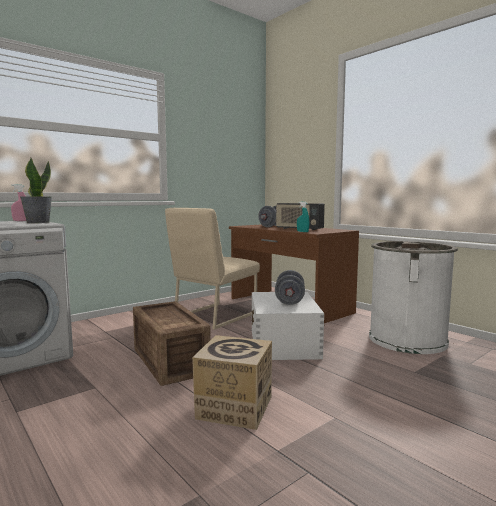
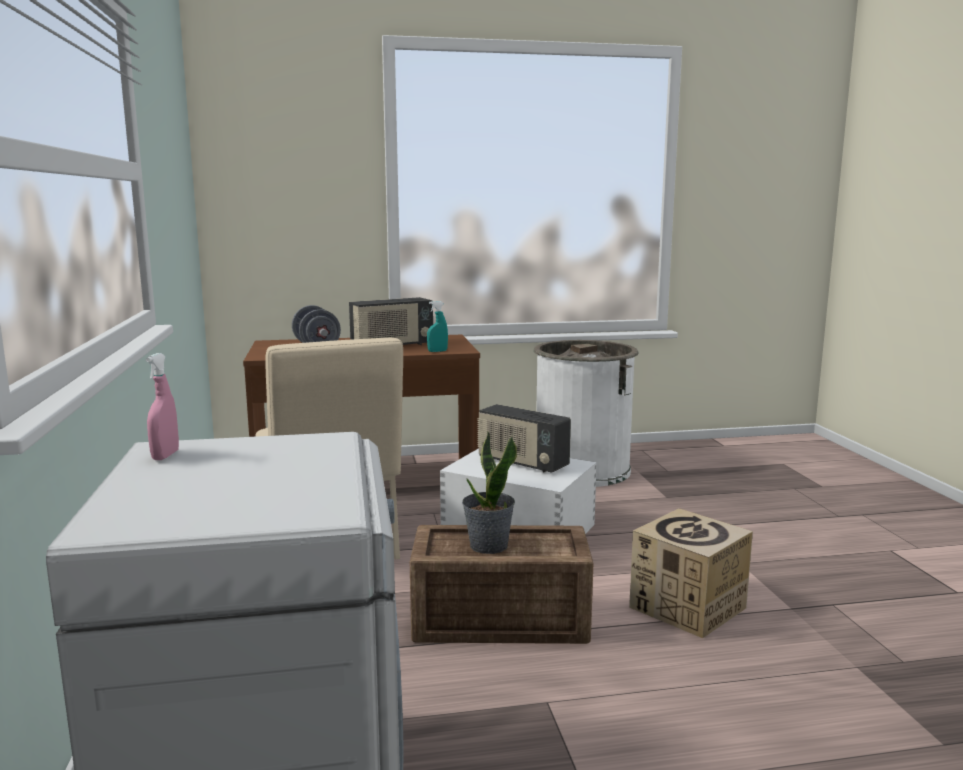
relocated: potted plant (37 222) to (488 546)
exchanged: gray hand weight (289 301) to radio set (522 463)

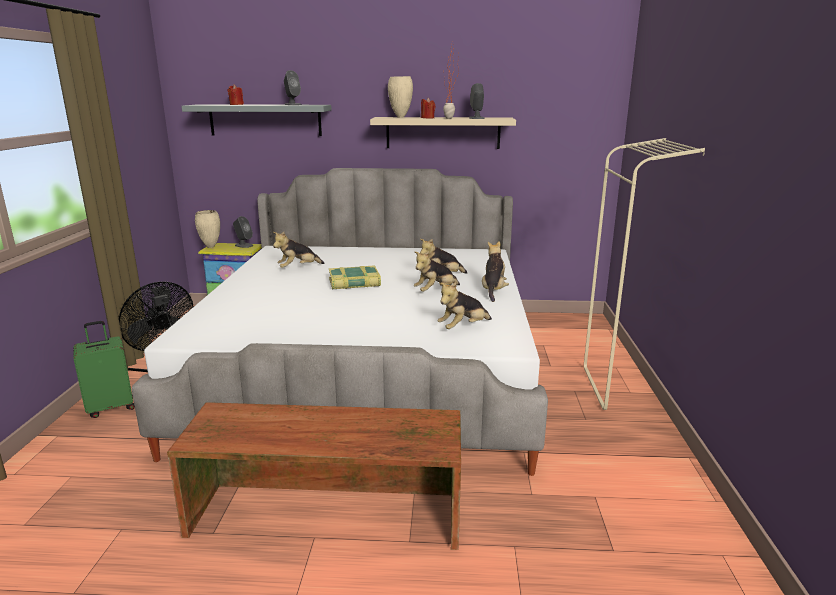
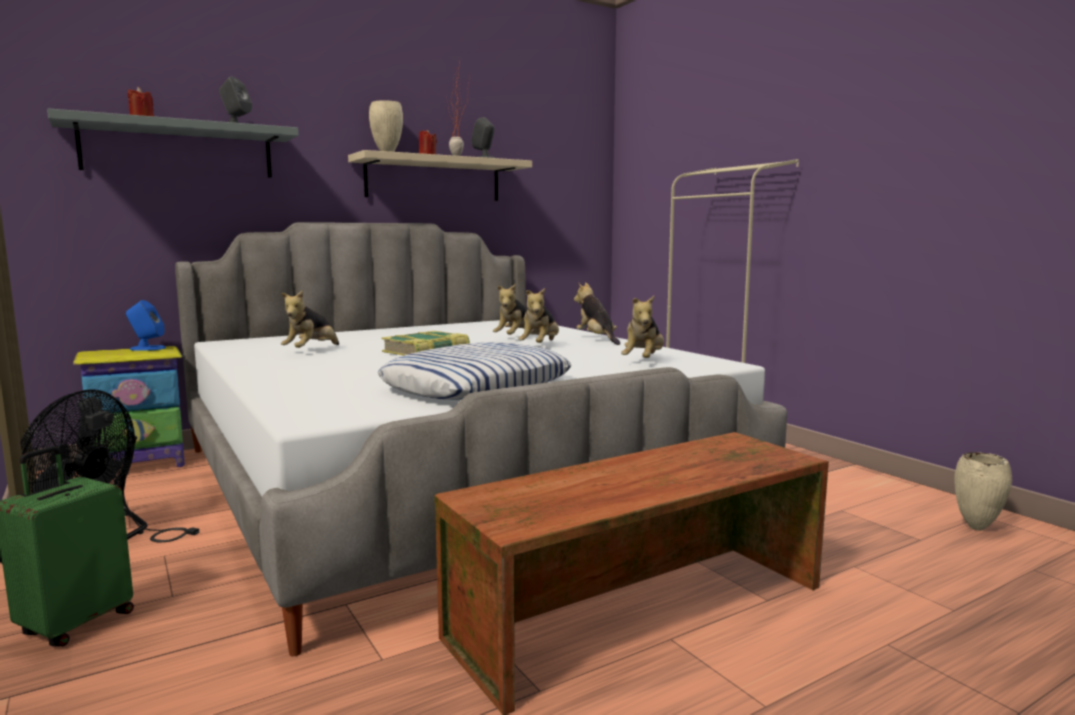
appeared: cushion (477 385)
relocated: beige vase (210 247) to (977 528)
colour: gray loudspeaker (243 245) to blue loudspeaker (147 348)

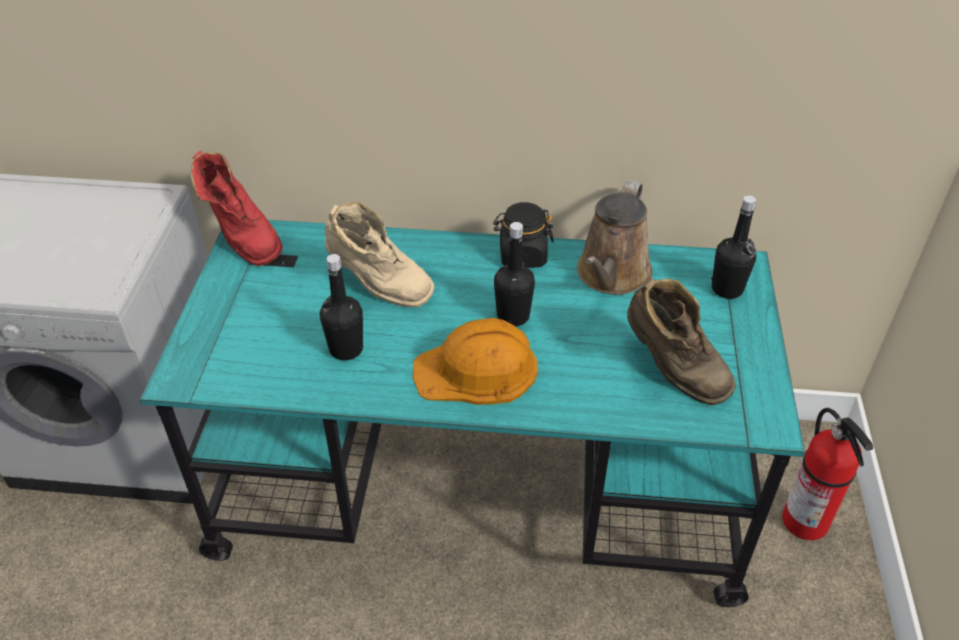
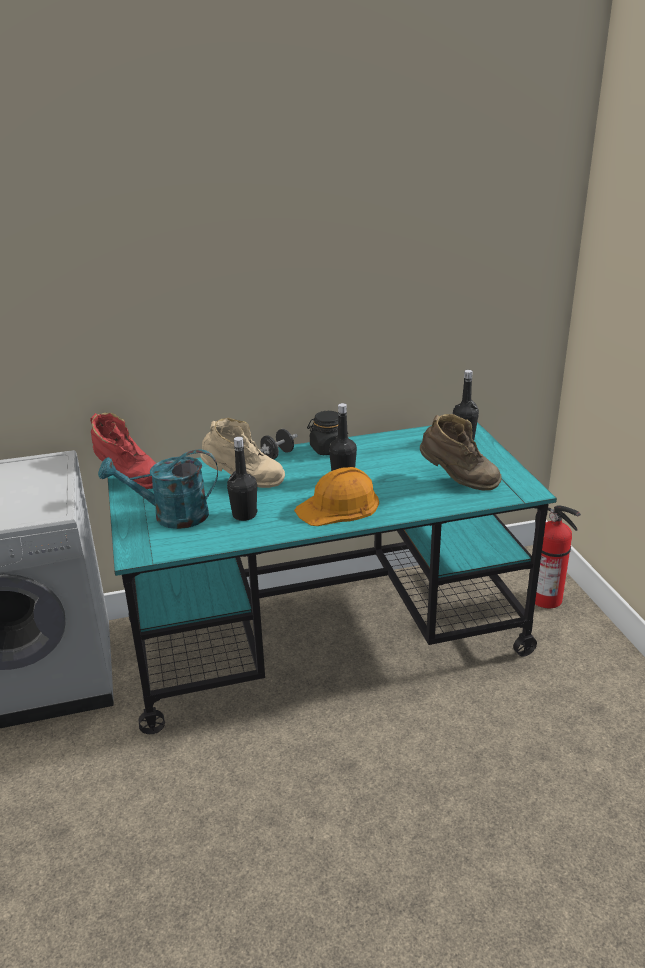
missing: brown-coloured watering pot (611 275)
appeared: black-coloured hand weight (277 455); blue-green watering pot (171 516)

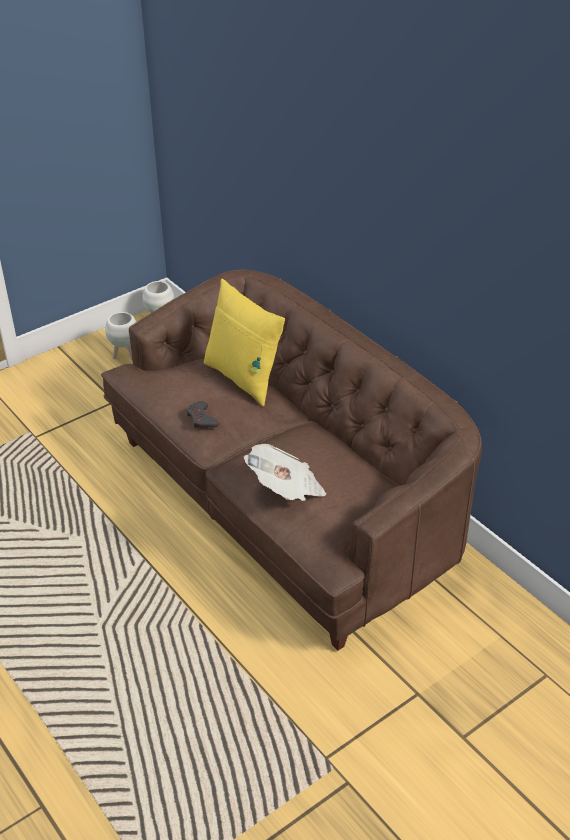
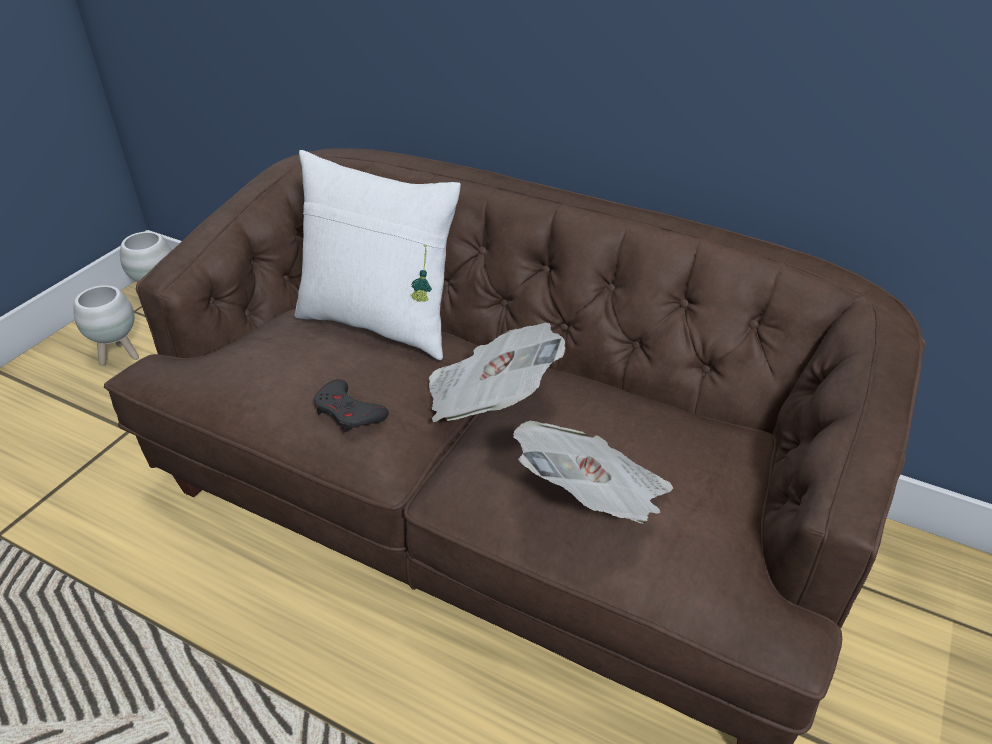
appeared: printed paper (489 399)
colour: yellow-coloured cushion (243 378) to white-coloured cushion (378 325)

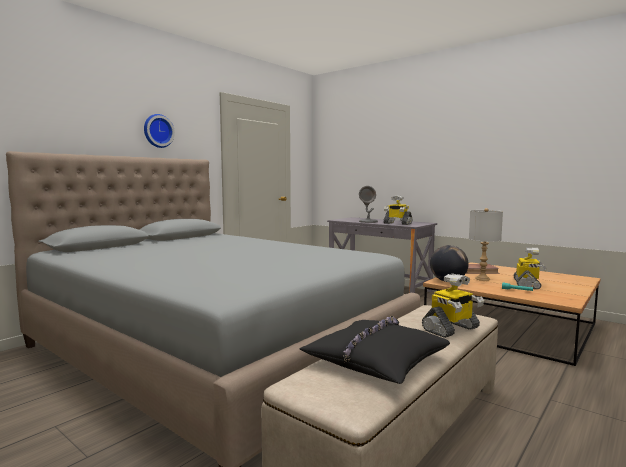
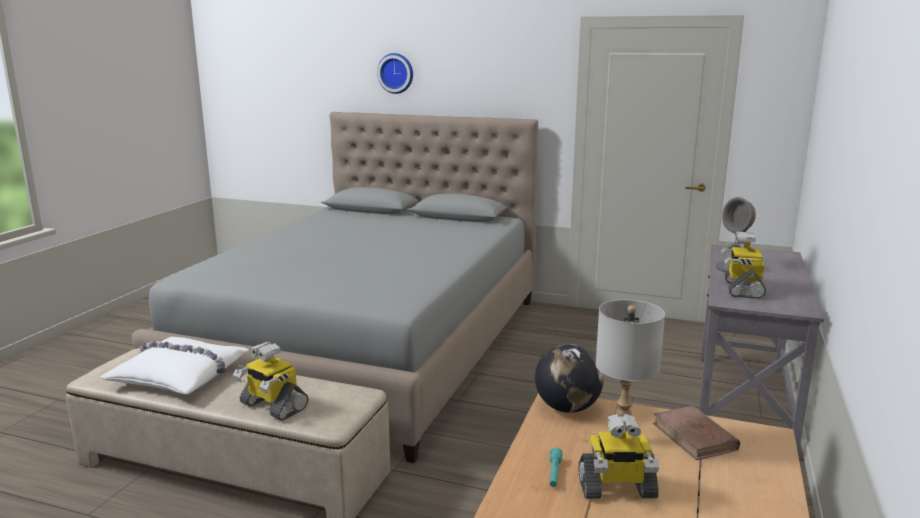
relocated: wall clock (157 131) to (396 73)
colour: black-coloured cushion (375 360) to white-coloured cushion (181 375)

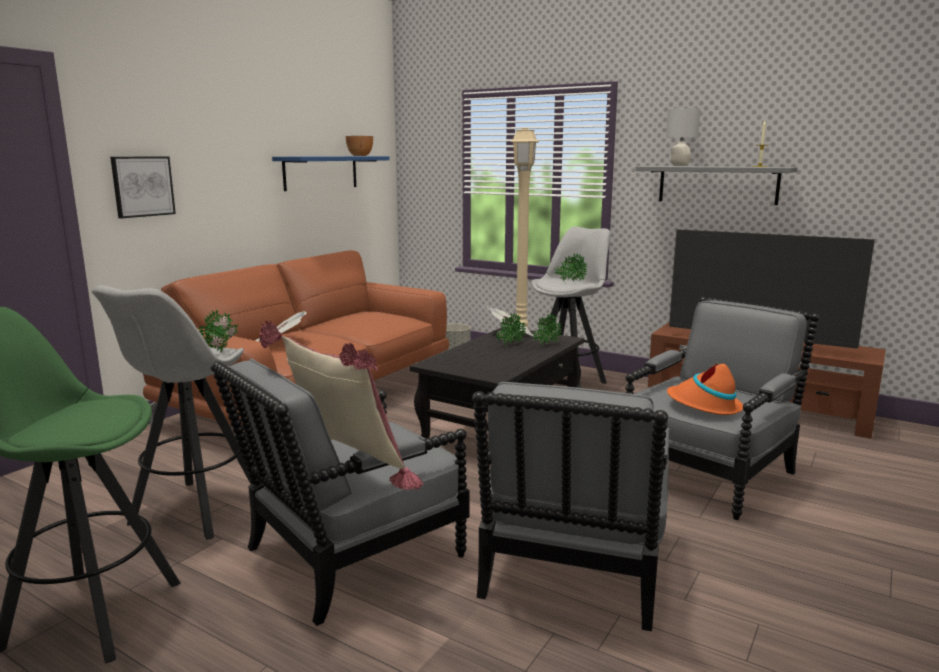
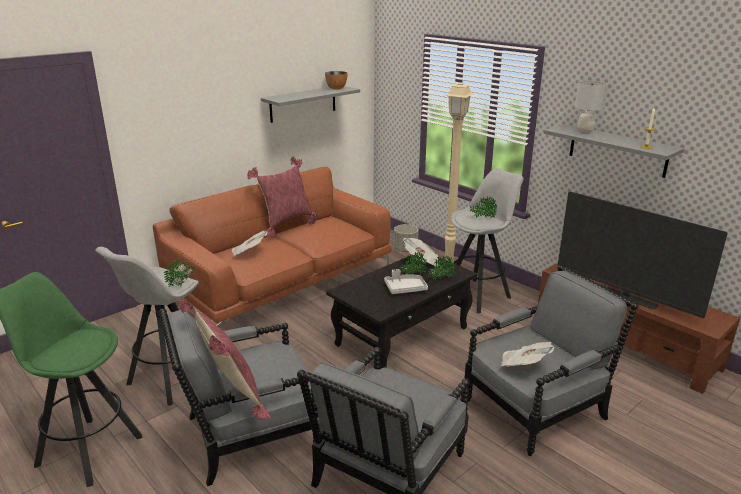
missing: picture (142 186)
appeared: red-coloured cushion (285 228); gray carrying tray (405 288)
exchanged: orange-coloured hat (704 405) to printed paper (523 365)
colour: blue wall shelf (321 172) to gray wall shelf (303 103)

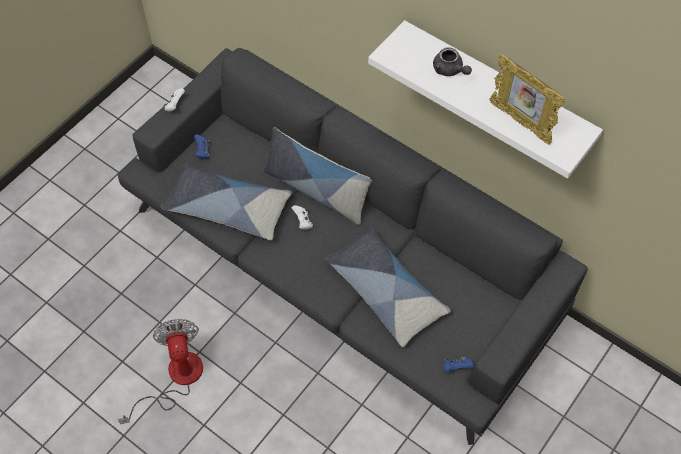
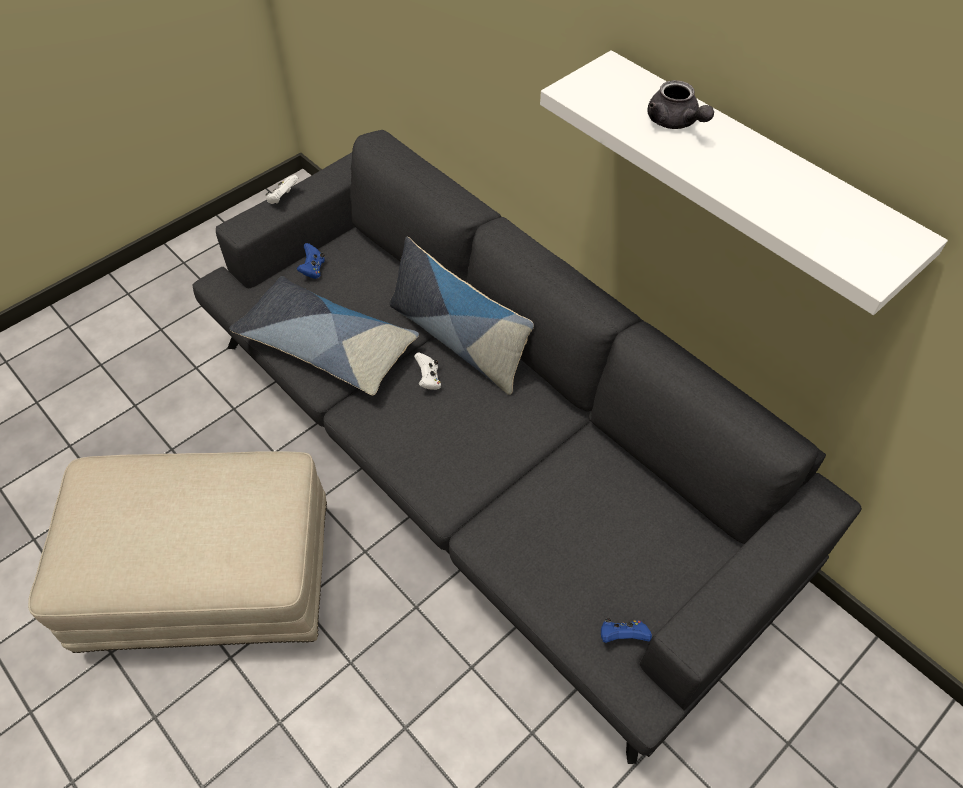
missing: photo frame (520 122); cushion (386 290)
exchanged: fan (176 378) to beige pouffe (210 581)

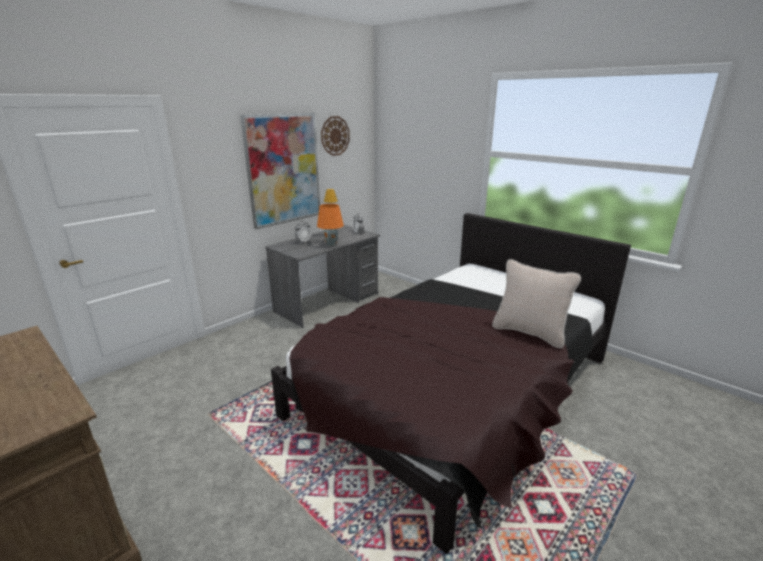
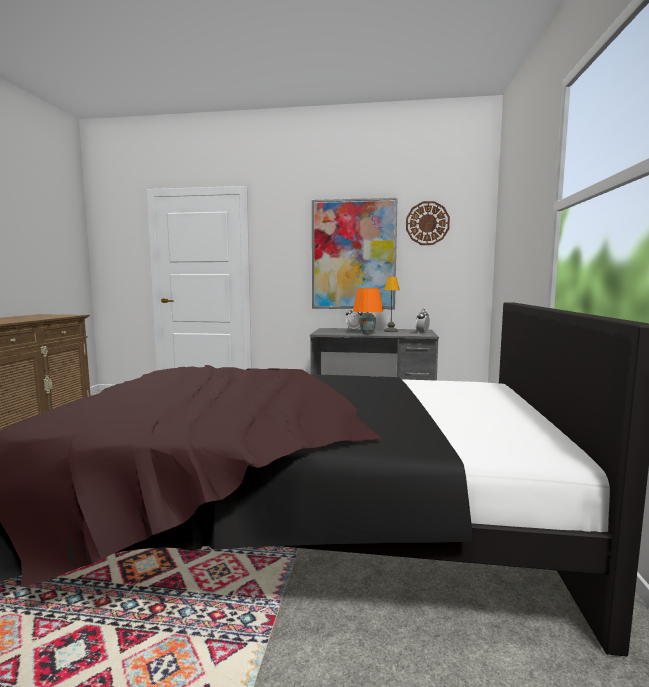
missing: beige cushion (529 333)

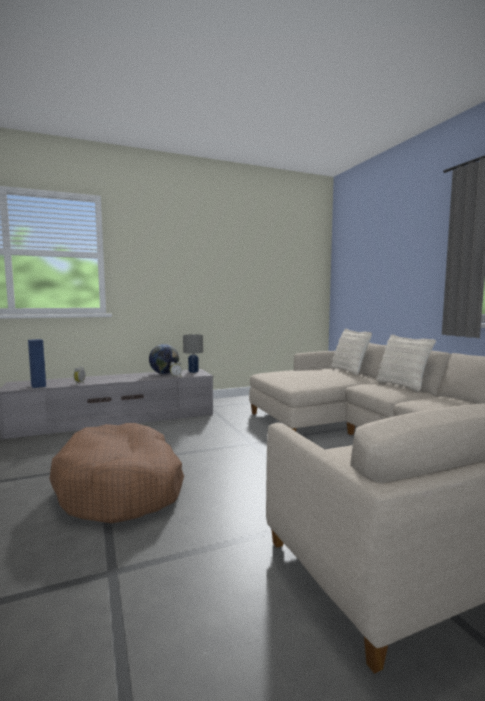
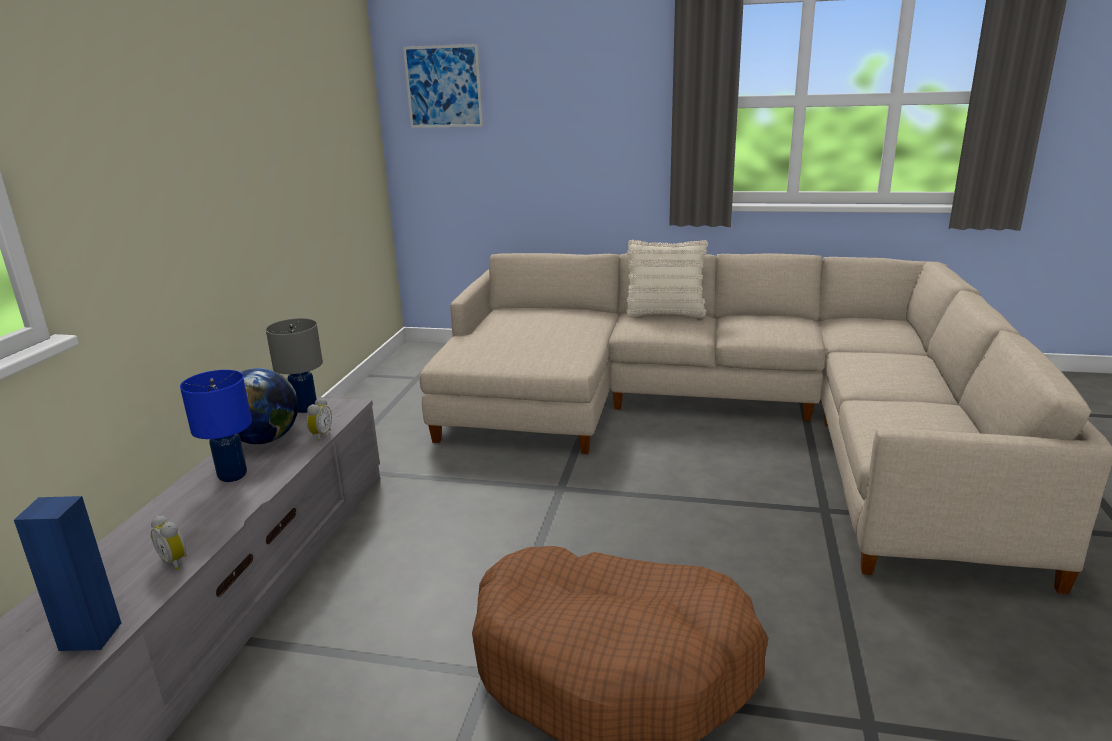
missing: beige cushion (349 371)
appeared: picture (443 86); blue lamp for a table (234 476)

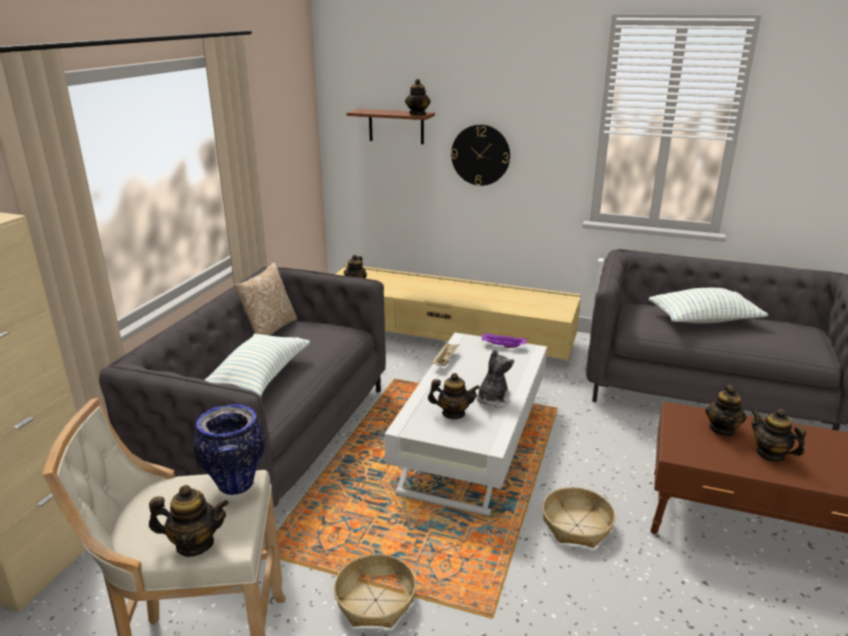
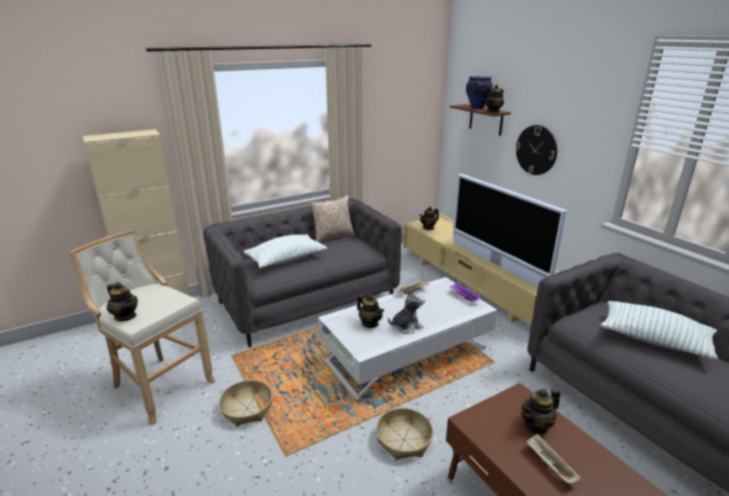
appeared: TV (496 264)
relocated: vase (235 484) to (477 108)
exchanged: tea pot (770 454) to beige carrying tray (549 465)

